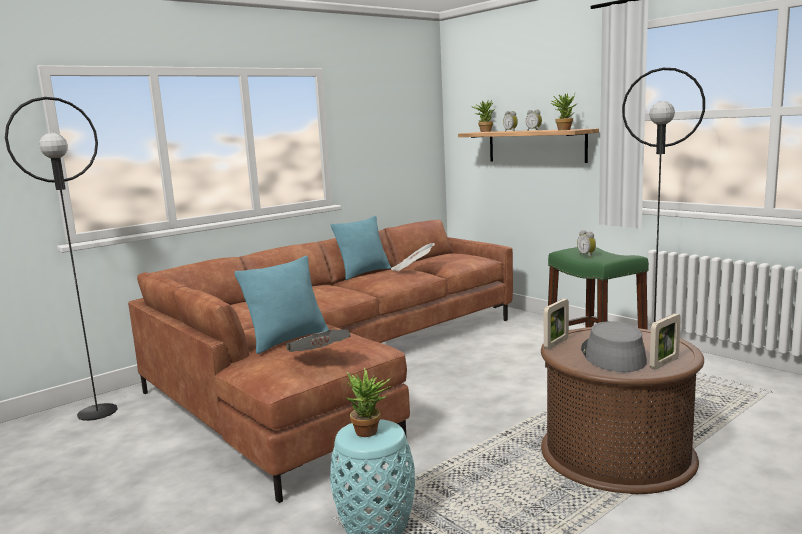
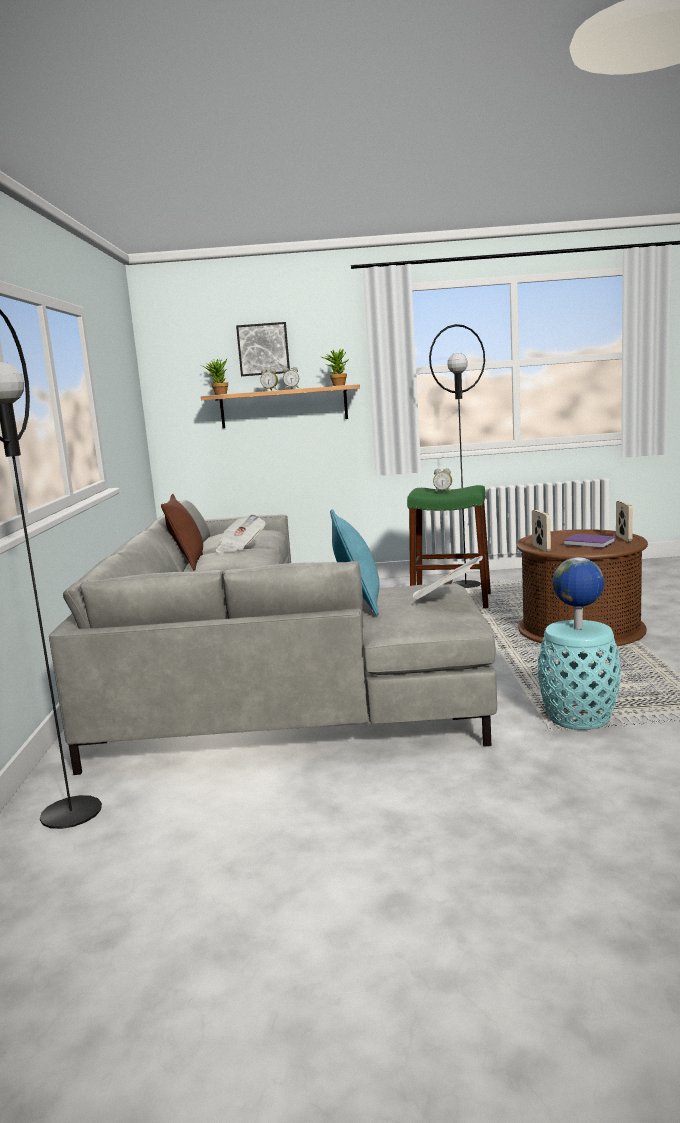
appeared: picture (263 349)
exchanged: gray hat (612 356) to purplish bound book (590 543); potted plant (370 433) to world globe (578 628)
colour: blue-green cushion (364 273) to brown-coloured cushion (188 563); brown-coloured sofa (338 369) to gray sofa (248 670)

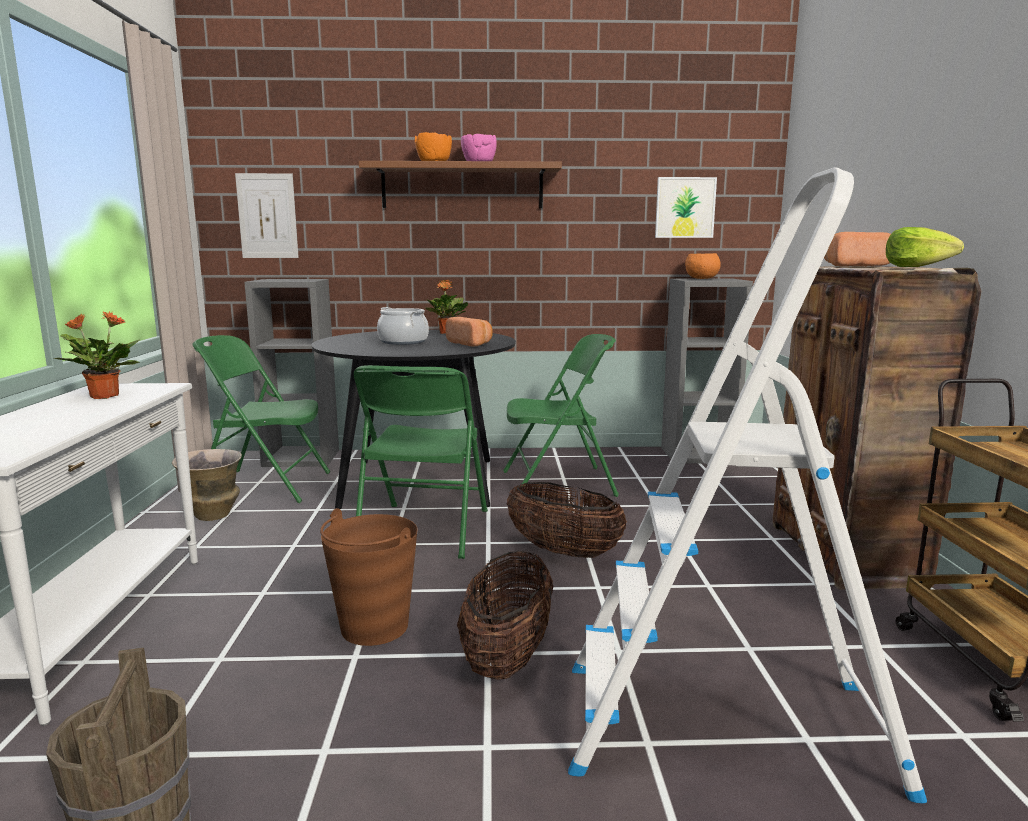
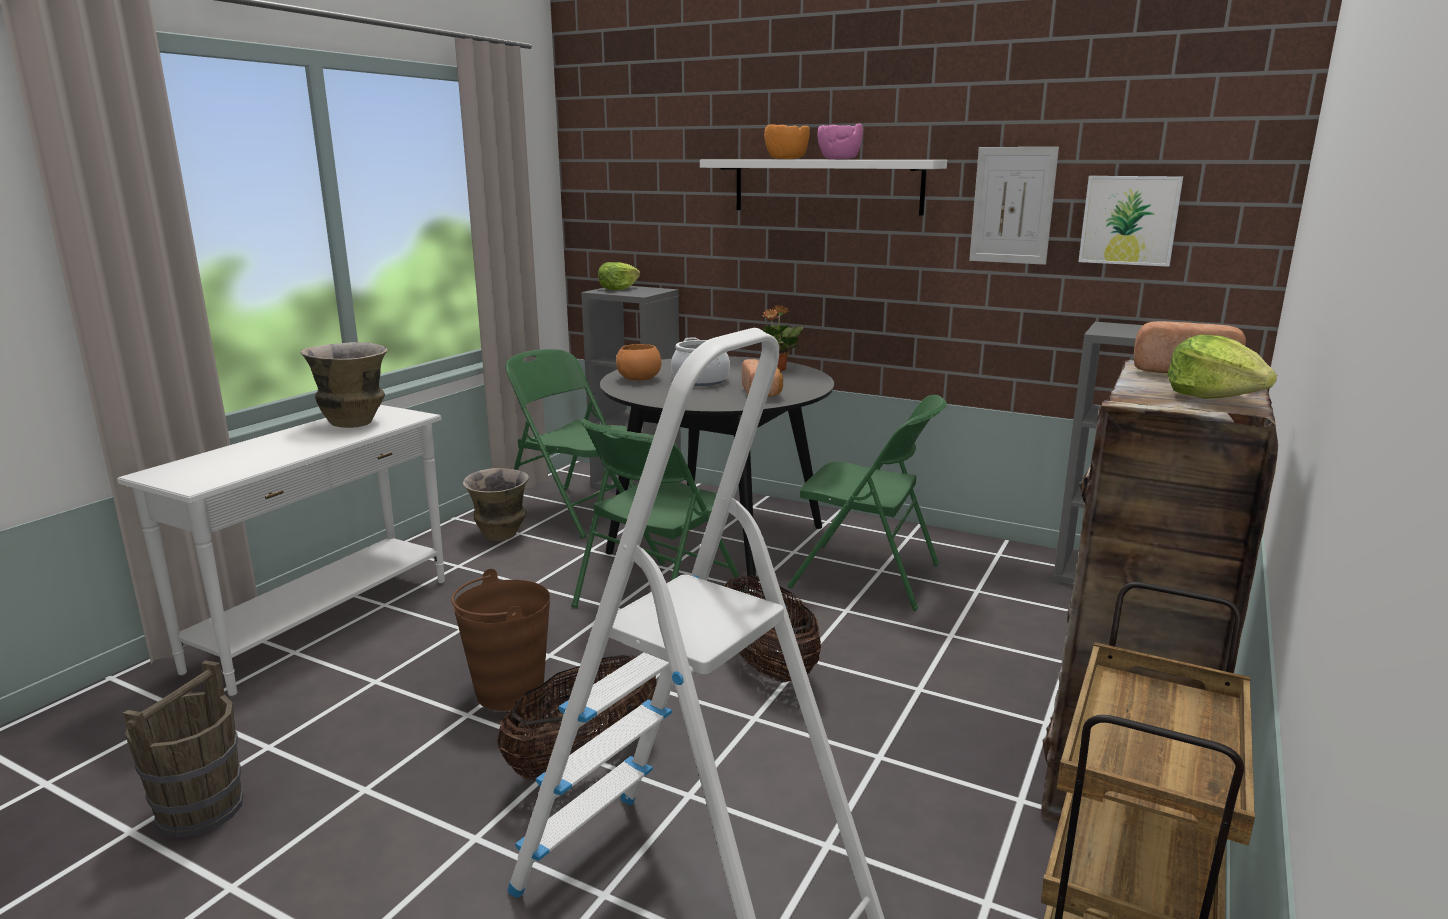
appeared: lettuce (618 289)
relocated: picture (267 216) to (1012 205); orange-coloured serving bowl (701 278) to (639 379)
exchanged: potted plant (103 396) to vase (354 423)
colour: brown-coloured wall shelf (462 186) to white-coloured wall shelf (826 186)

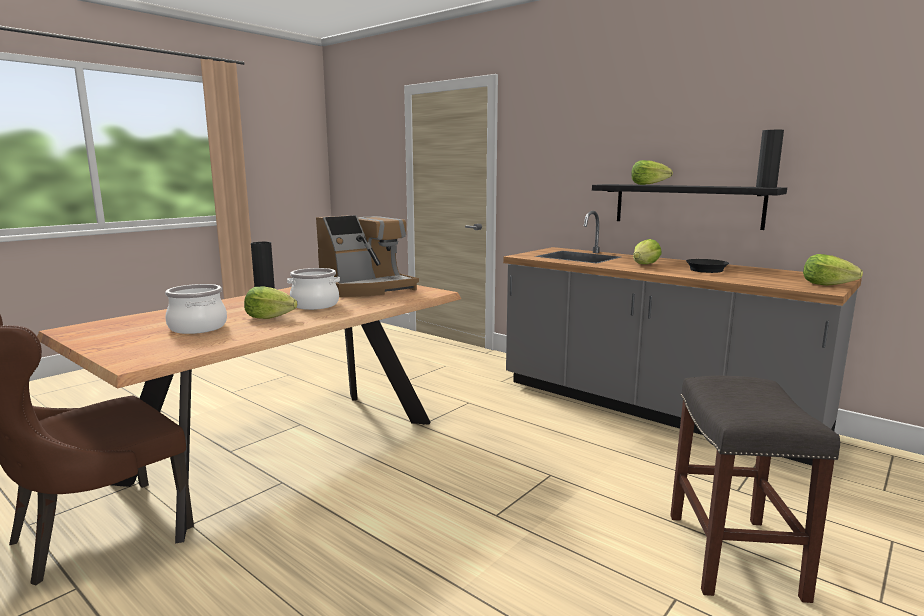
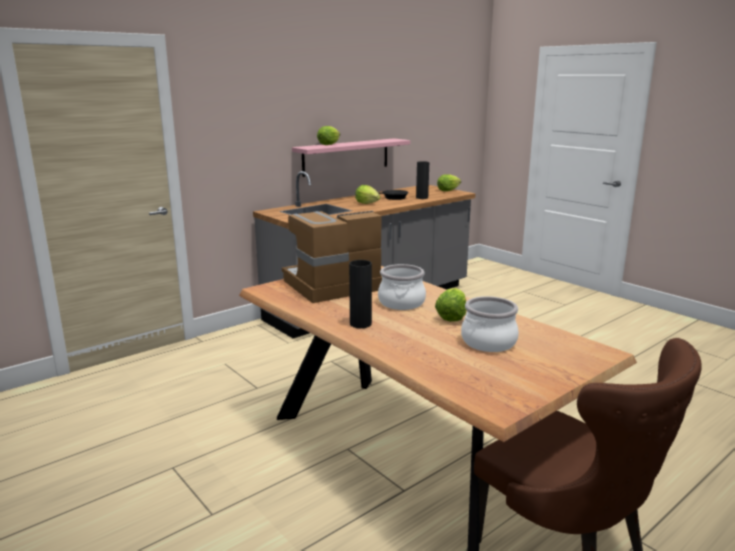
missing: gray sitting stool (735 556)
relocated: black-coloured vase (766 187) to (422 198)
colour: black-coloured wall shelf (686 205) to pink wall shelf (346 157)
spun: coffee maker (366 289) = (332 285) 90 degrees counterclockwise

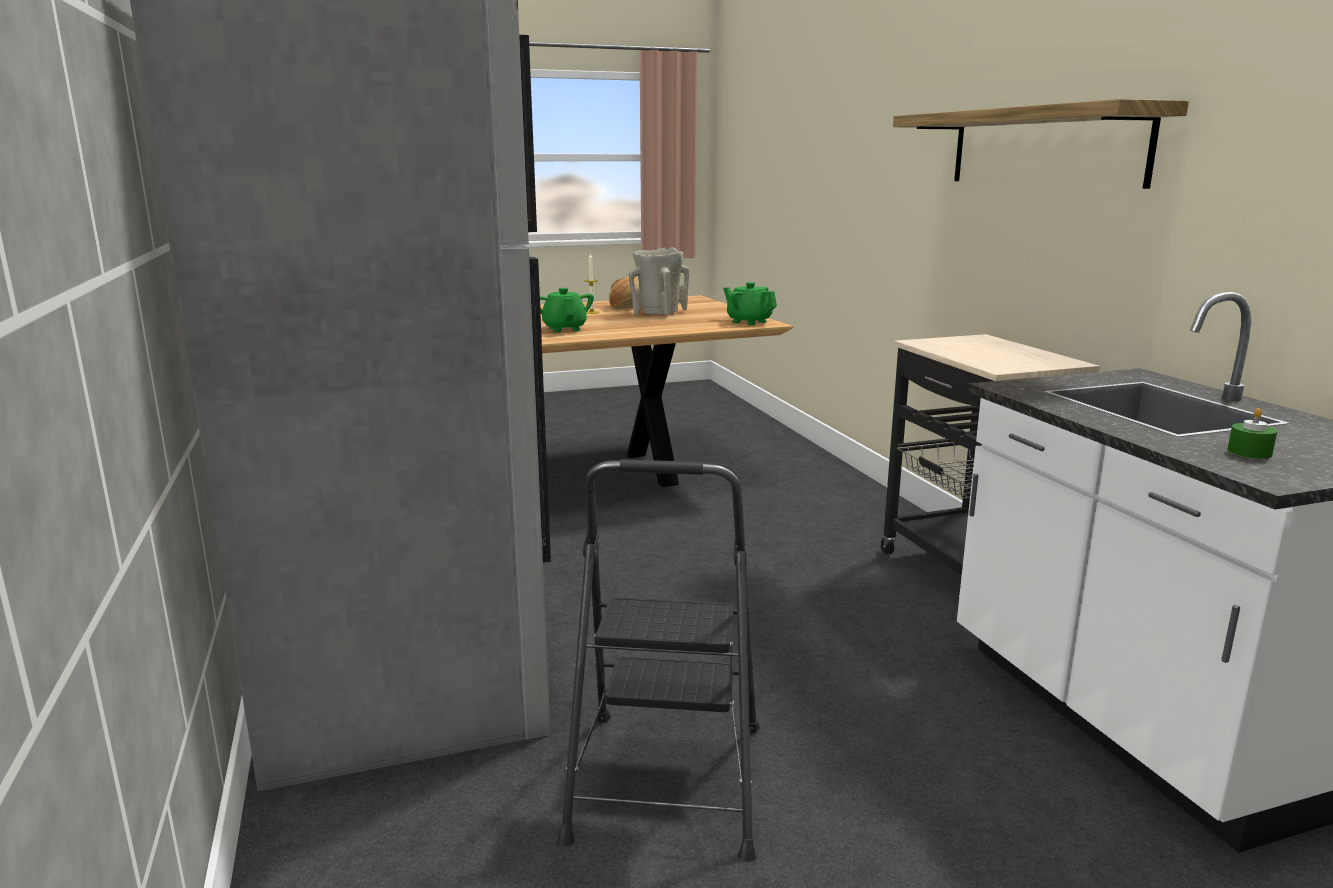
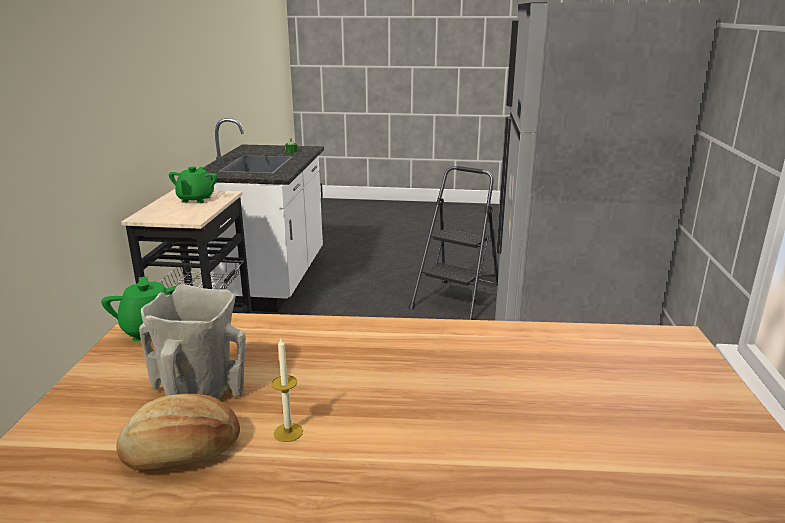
missing: wall shelf (1044 147)
relocated: greenish tea pot (564 329) to (195 199)

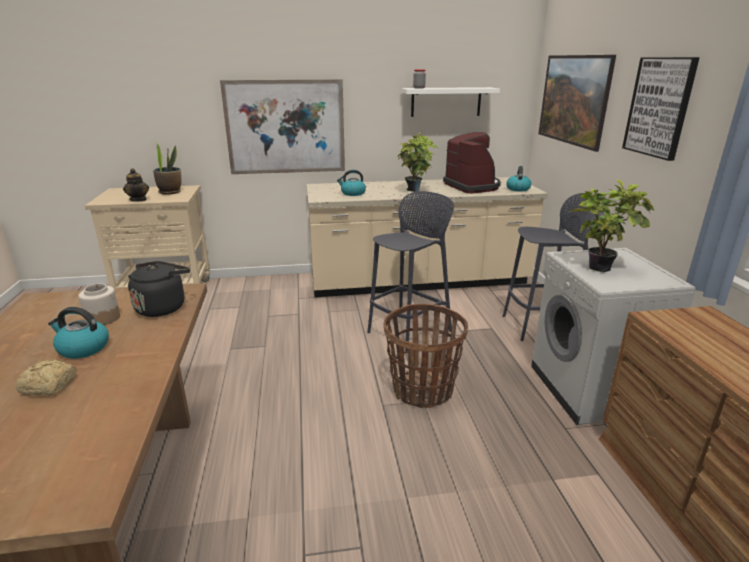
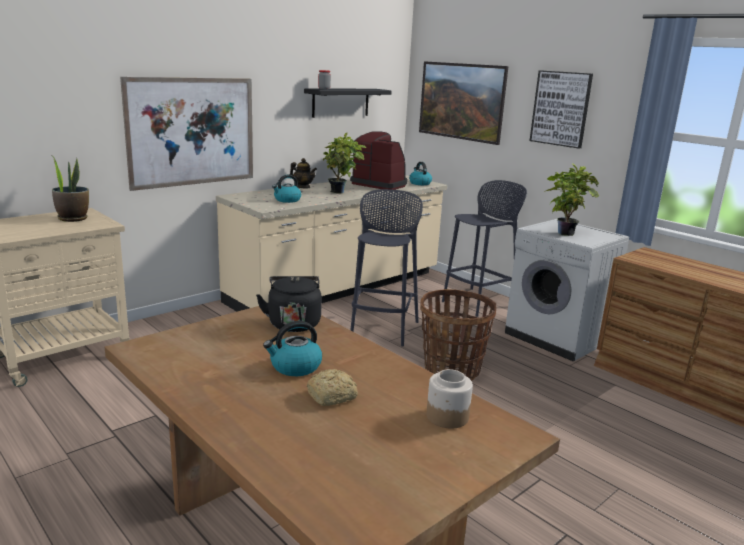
relocated: tea pot (138 200) to (303 187); jar (103 318) to (446 416)
colour: white-coloured wall shelf (446 102) to black-coloured wall shelf (340 102)

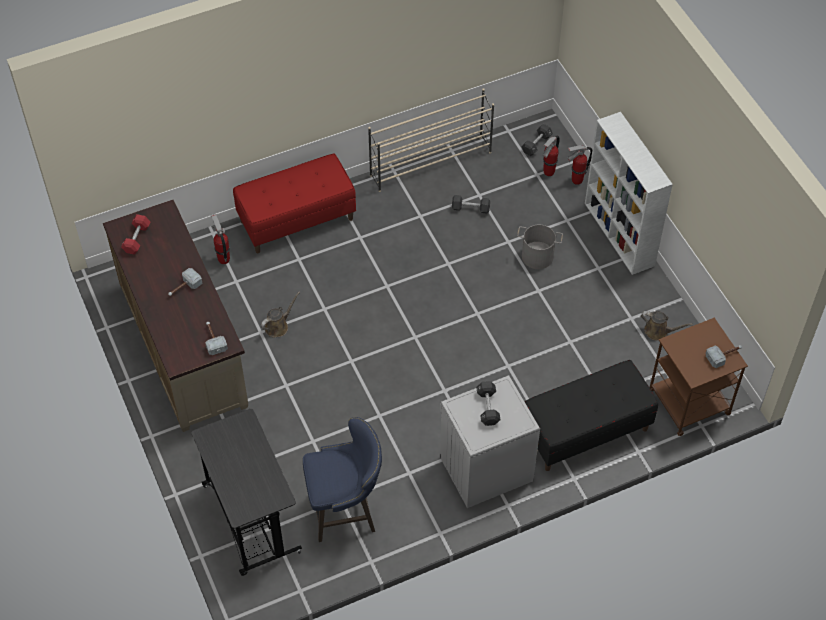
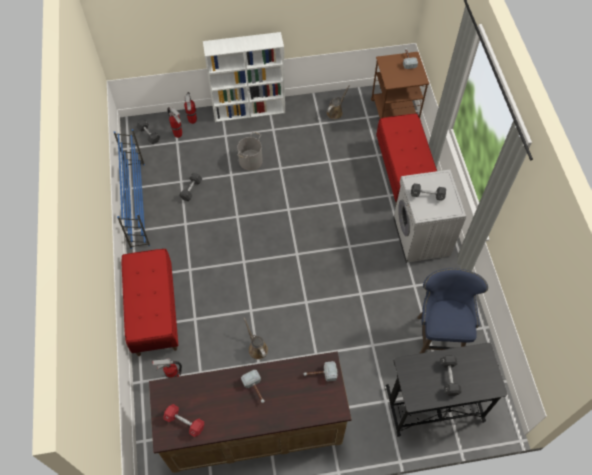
appeared: black-coloured hand weight (449 377)
colour: beige shoe stand (431 164) to blue shoe stand (137 204); black-coloured long seat (585 431) to red-coloured long seat (403 172)

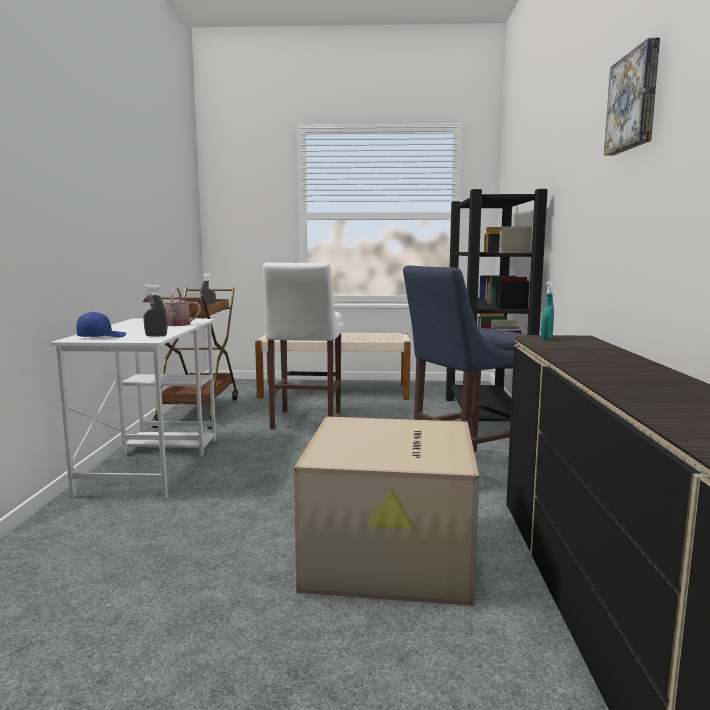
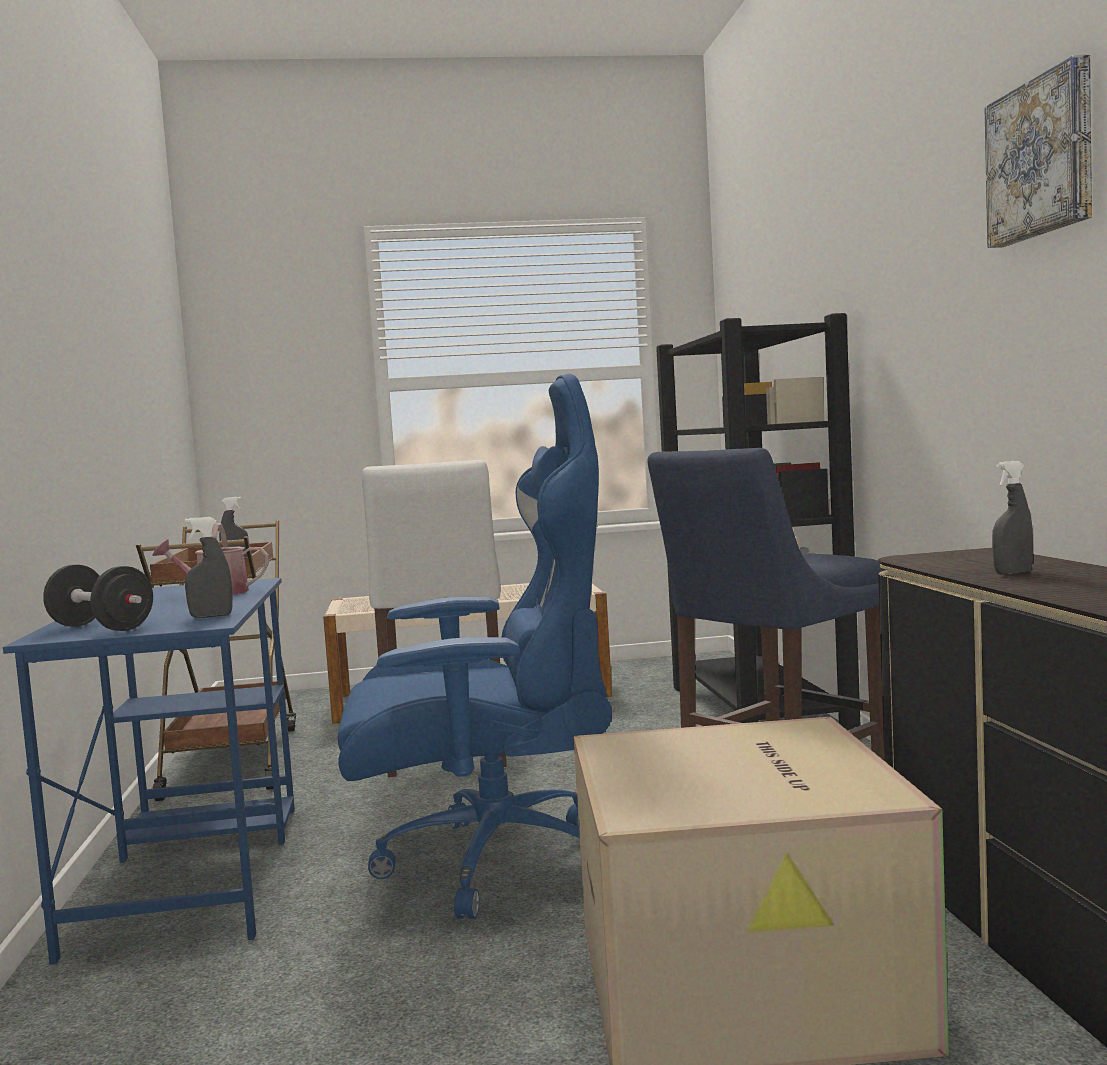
missing: blue-green hand sprayer (546 338)
appeared: blue computer chair (482 865); gray hand sprayer (1013 573)
exchanged: blue peaked cap (101 337) to black-coloured hand weight (101 628)
colour: white-coloured desk unit (153 464) to blue desk unit (192 873)

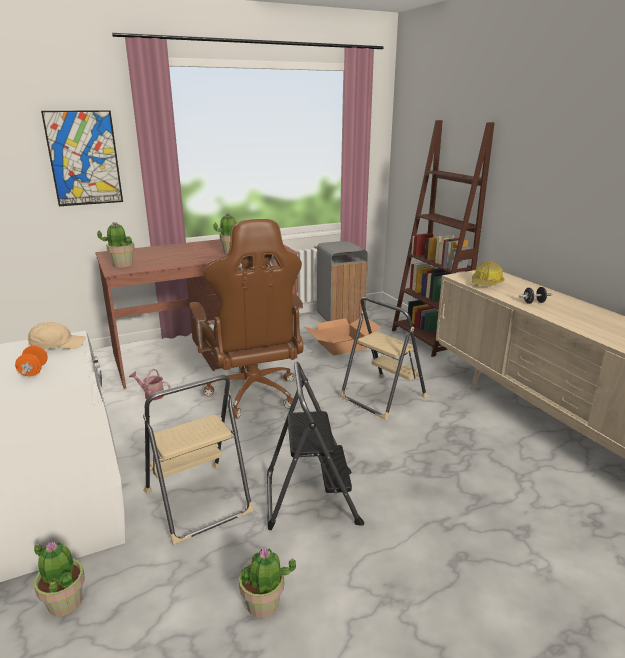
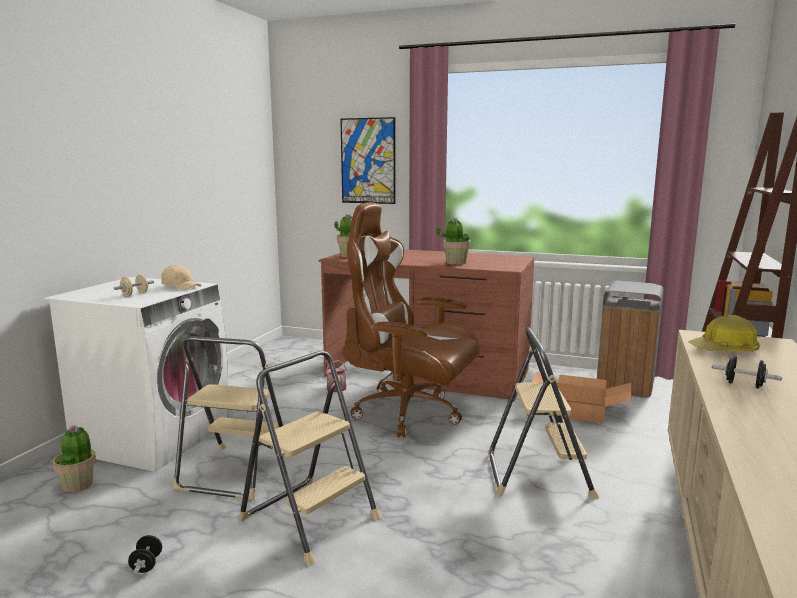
exchanged: potted plant (263 604) to black-coloured hand weight (146 565)
colour: orange-coloured hand weight (34 371) to beige hand weight (135 294); black-coloured step stool (307 498) to beige step stool (307 516)
spun: brown-coloured computer chair (251 391) = (413 415) 90 degrees clockwise

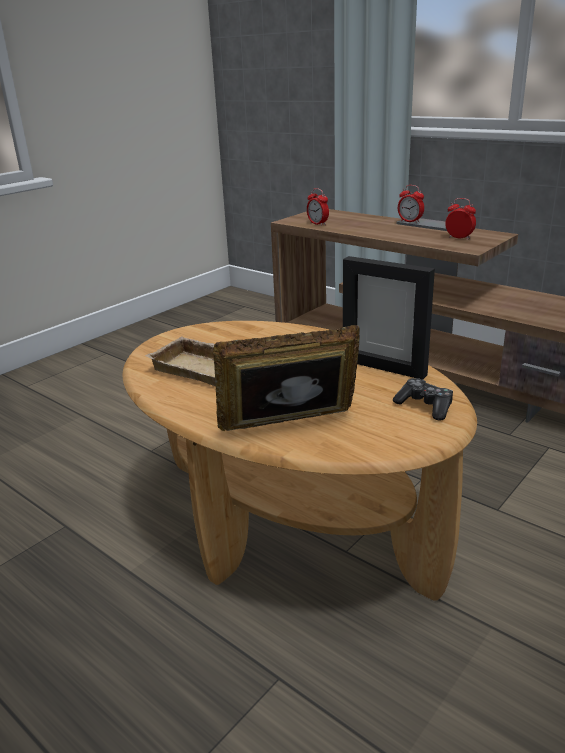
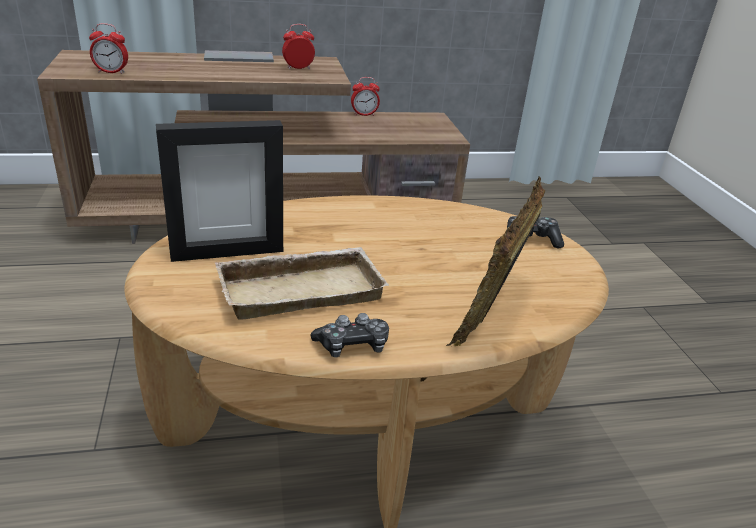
appeared: game controller (352 346)
relocated: bedside clock (410 221) to (364 114); photo frame (384 367) to (227 251)

